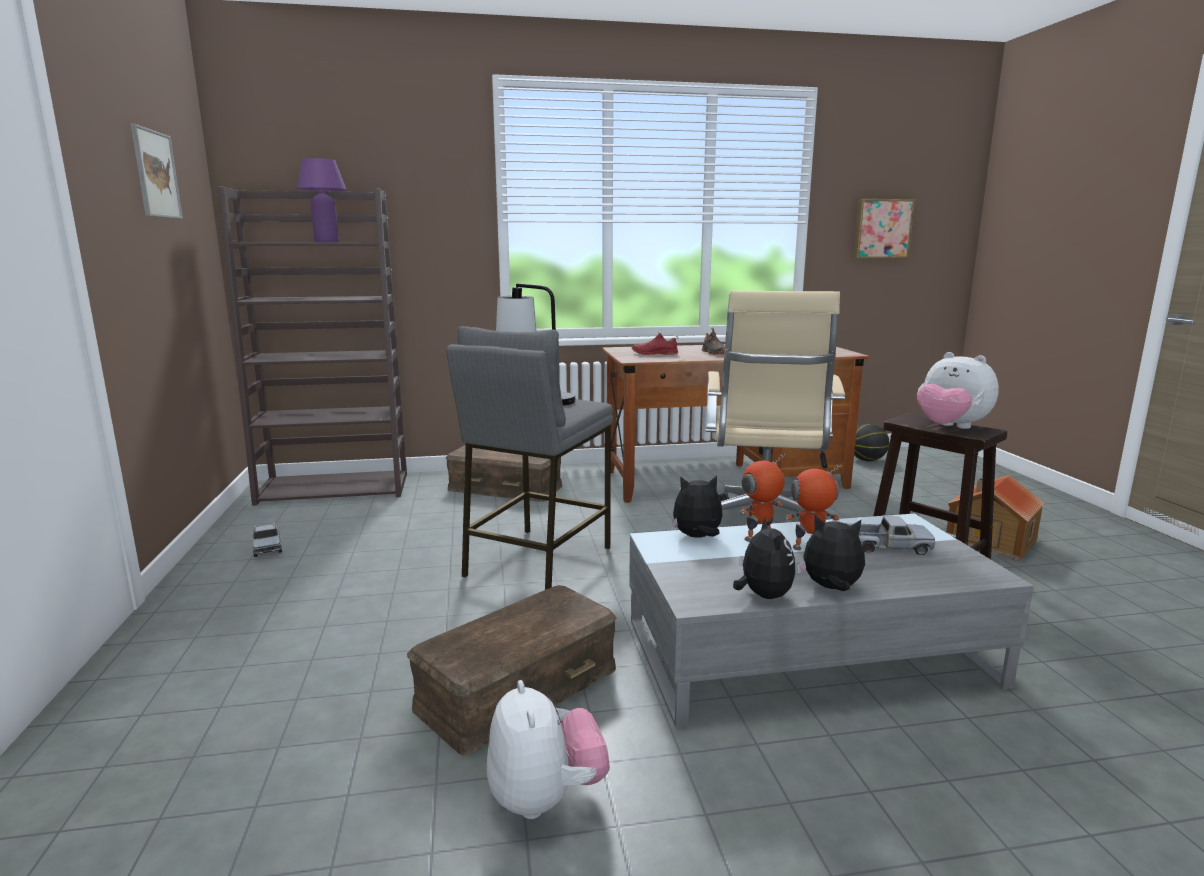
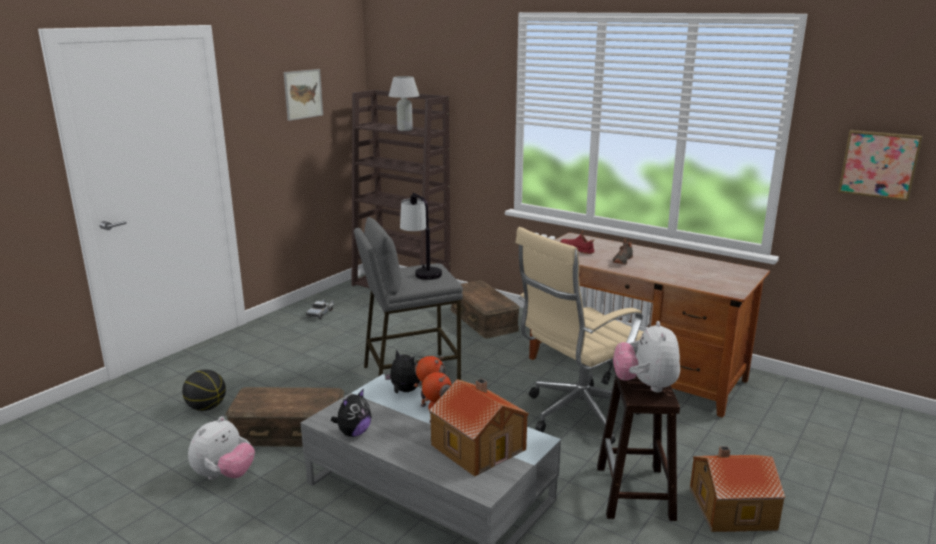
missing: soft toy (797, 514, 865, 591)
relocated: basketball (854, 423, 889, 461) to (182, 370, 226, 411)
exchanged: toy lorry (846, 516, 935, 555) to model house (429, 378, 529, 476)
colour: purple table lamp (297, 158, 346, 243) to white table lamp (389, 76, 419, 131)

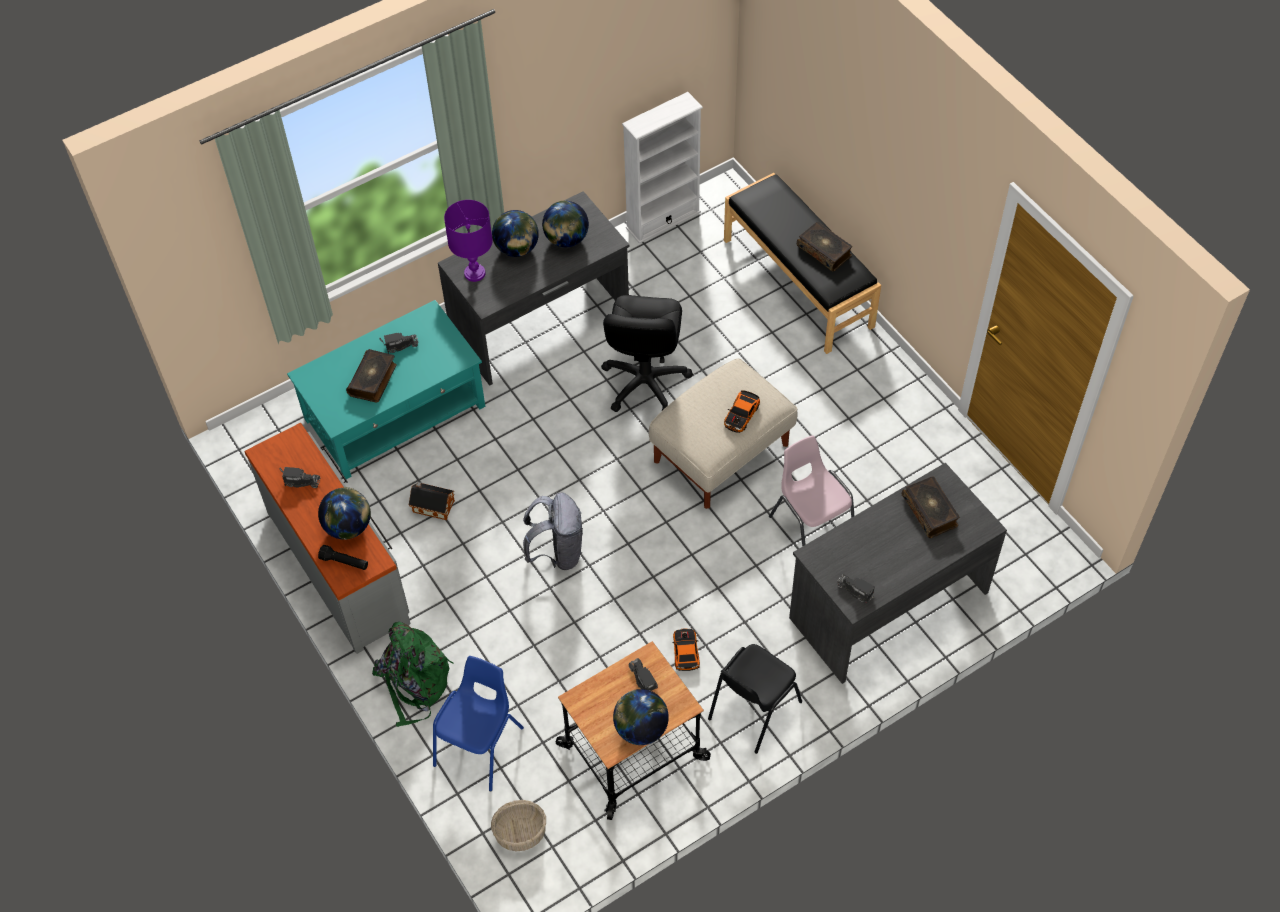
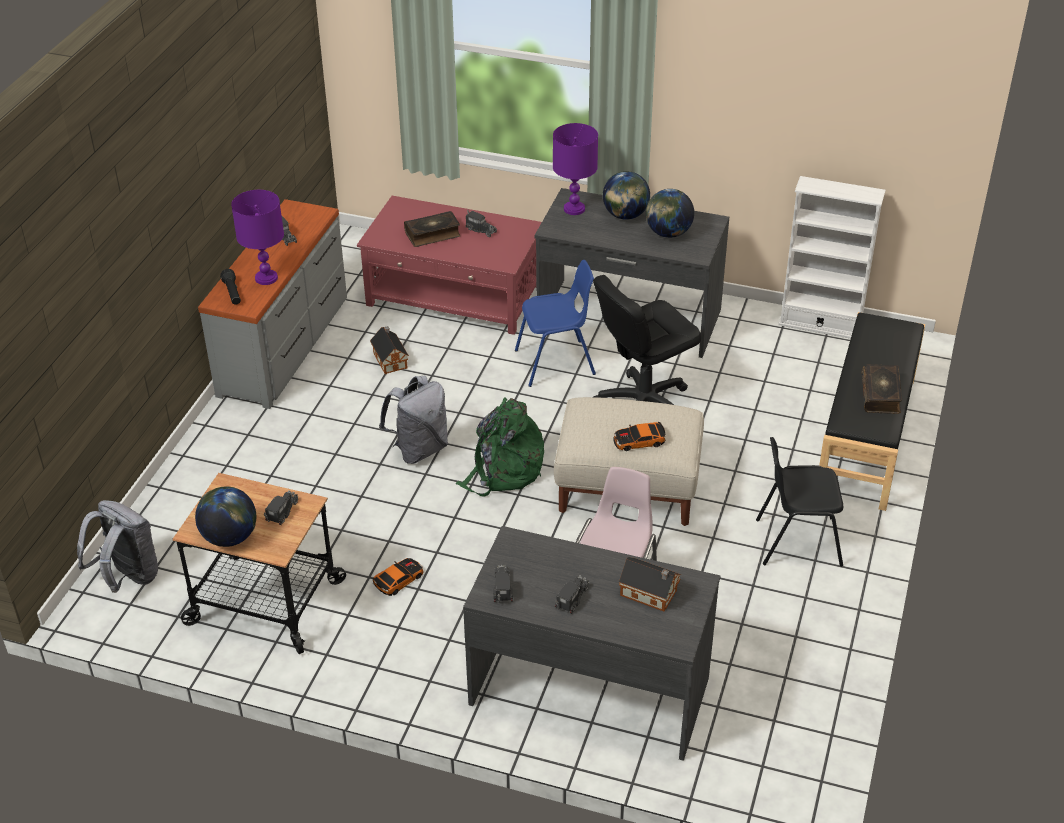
appeared: toy lorry (555, 575, 589, 614)
relocated: green-coloured backpack (372, 622, 454, 727) to (456, 397, 544, 497); blue-coloured upright chair (433, 656, 524, 792) to (515, 260, 596, 387); black upright chair (708, 644, 802, 754) to (756, 437, 843, 567)
exchanged: storage basket (491, 800, 546, 851) to greyish backpack (77, 500, 158, 593); desk globe (318, 487, 371, 540) to purple table lamp (231, 190, 284, 285); book (902, 476, 959, 538) to model house (619, 557, 681, 612)
colour: blue-green lounge table (287, 300, 485, 479) to reddish lounge table (357, 196, 542, 335)

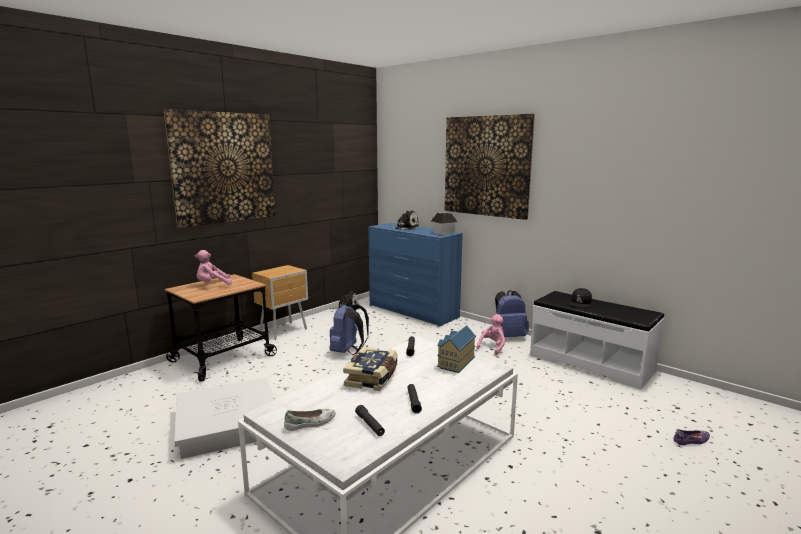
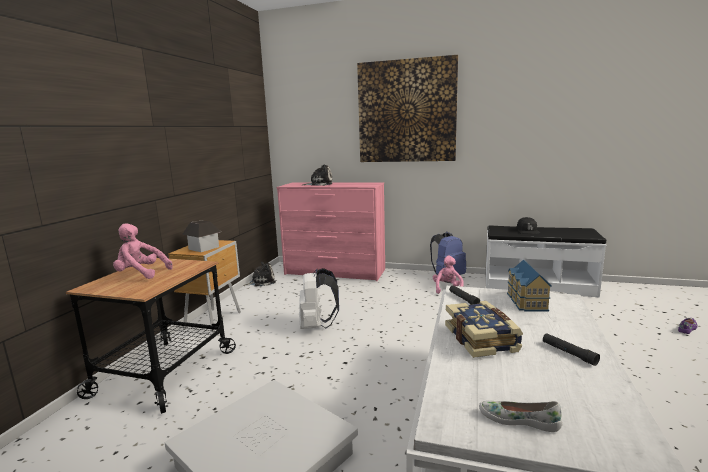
missing: wall art (164, 109, 276, 228); black flashlight (355, 405, 385, 436)
relocated: model house (431, 213, 458, 235) to (182, 221, 221, 252)
colour: blue-coloured chest of drawers (368, 223, 463, 327) to pink chest of drawers (277, 182, 385, 281); blue-coloured backpack (329, 304, 369, 355) to white backpack (299, 268, 339, 329)
spun: pink soft toy (195, 250, 232, 285) = (113, 224, 173, 279) 60 degrees clockwise; white item of footwear (284, 409, 336, 431) = (479, 401, 562, 432) 105 degrees counterclockwise

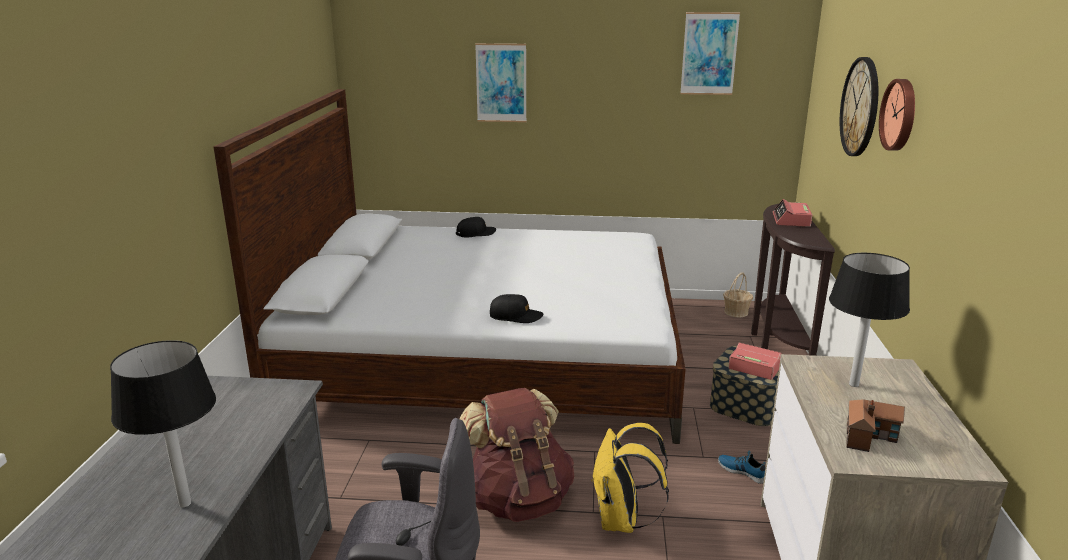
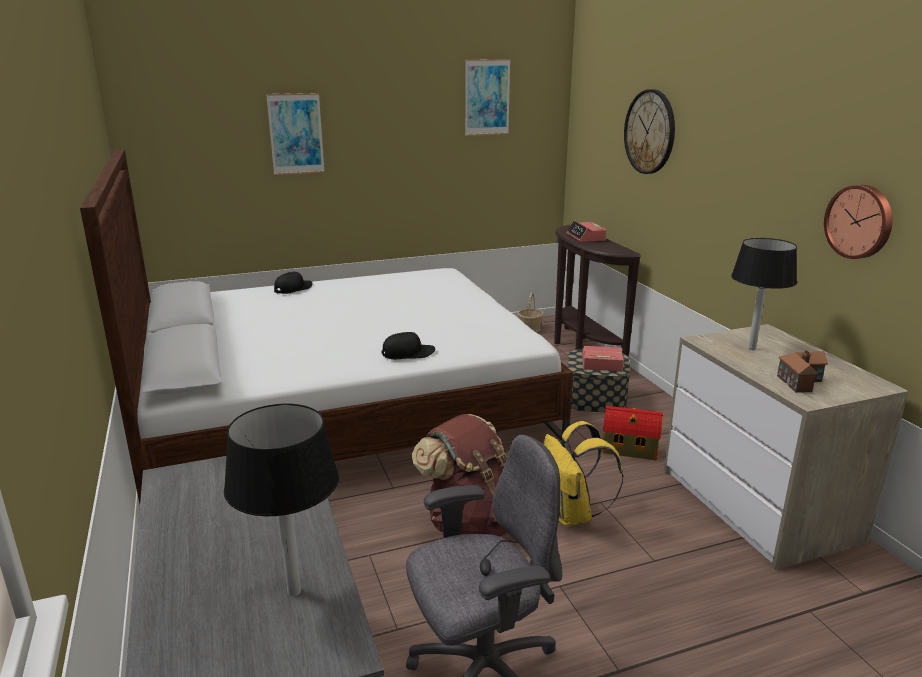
relocated: clock on the wall (879, 79, 915, 151) to (824, 185, 893, 259)
exchanged: item of footwear (718, 451, 766, 484) to model house (602, 406, 663, 460)

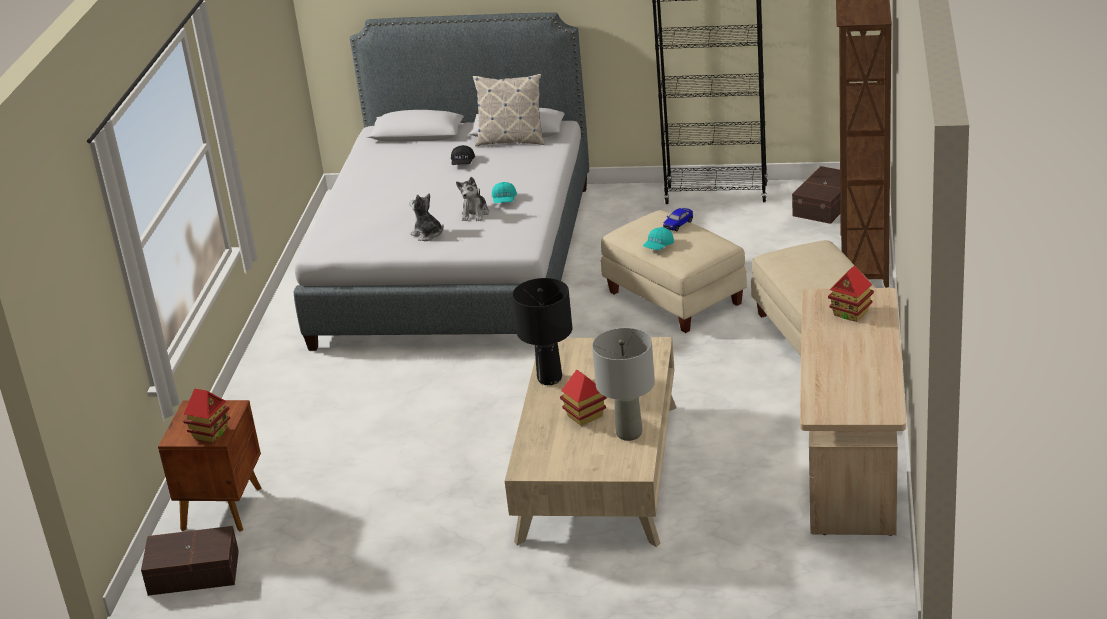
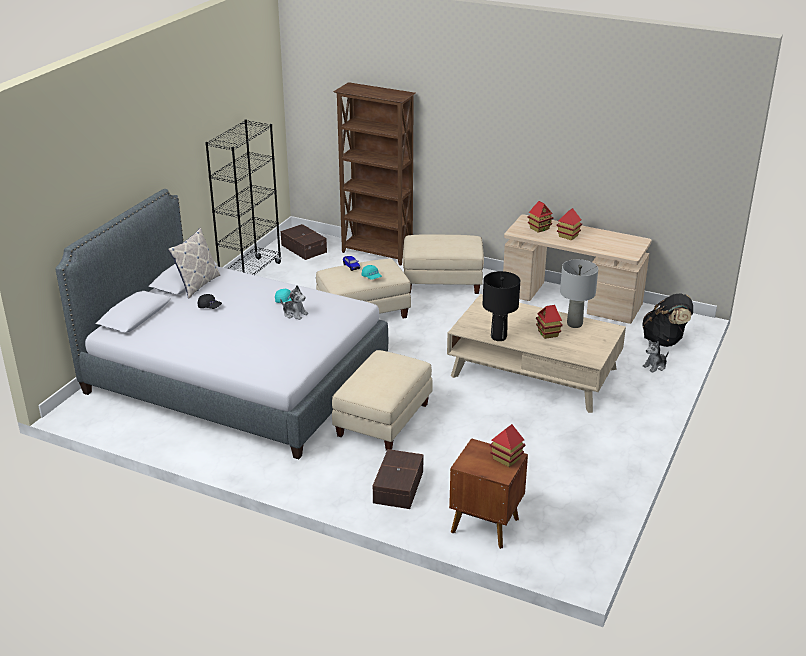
appeared: beige-coloured footrest (332, 350, 433, 451); model house (556, 208, 582, 241); black backpack (642, 294, 693, 347)
relocated: brown storage container (141, 526, 239, 596) to (373, 449, 423, 509); soft toy (409, 193, 444, 241) to (643, 340, 669, 373)

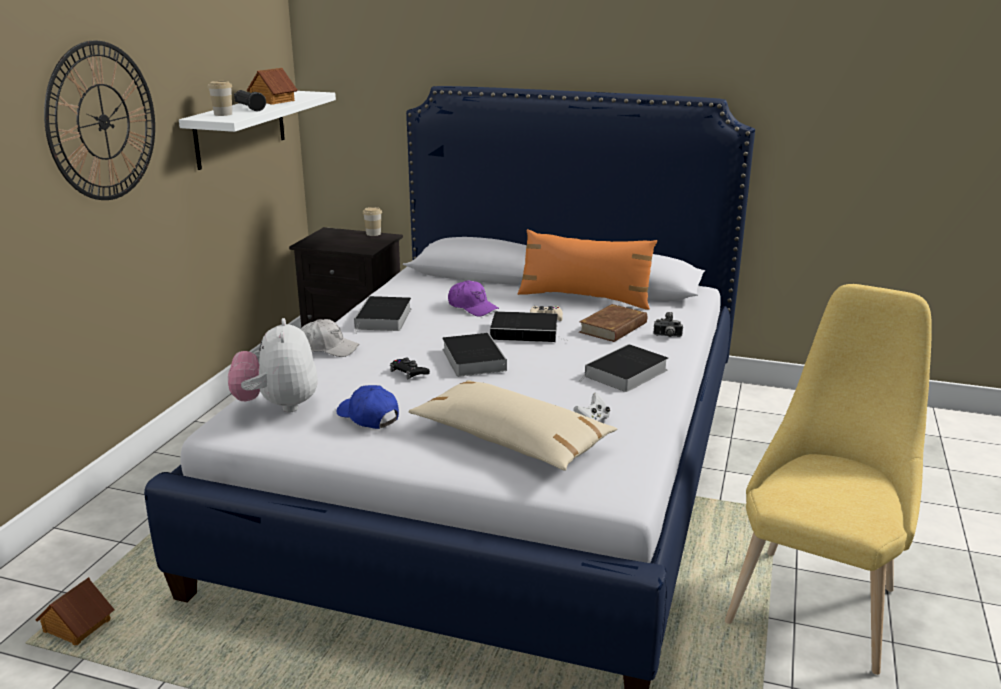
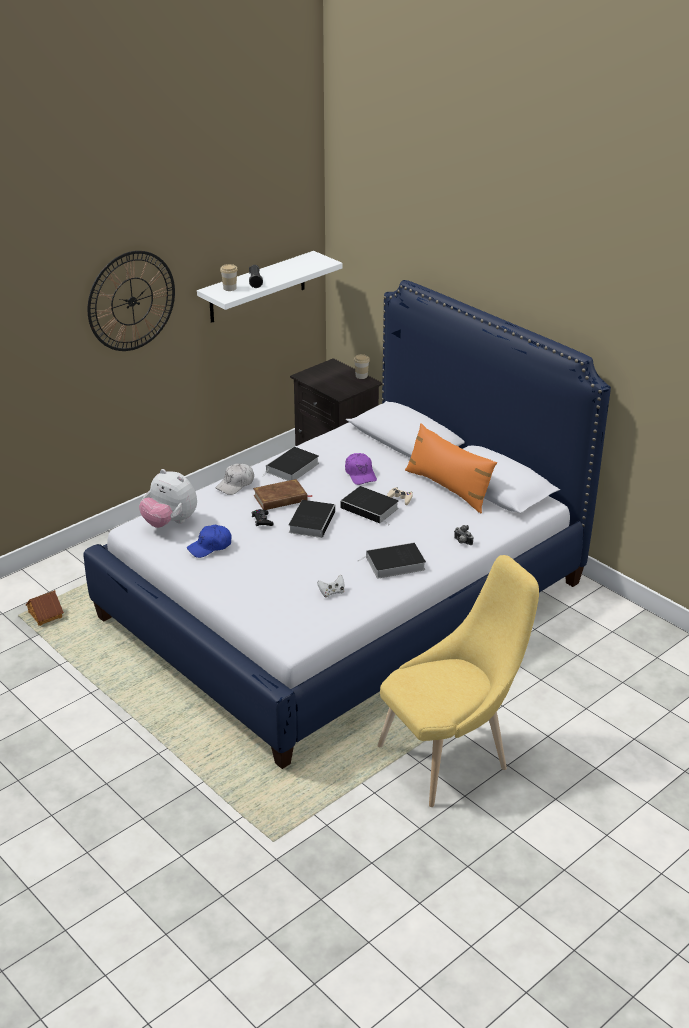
missing: model house (247, 68, 298, 105); beige-coloured pillow (409, 380, 617, 471)
relocated: brown book (579, 304, 647, 342) to (253, 479, 313, 510)
spun: soft toy (228, 318, 318, 413) = (139, 469, 197, 528) 75 degrees counterclockwise; blue-coloured baseball cap (336, 385, 399, 429) = (187, 525, 232, 558) 105 degrees counterclockwise; white baseball cap (301, 319, 359, 357) = (216, 463, 254, 495) 90 degrees clockwise

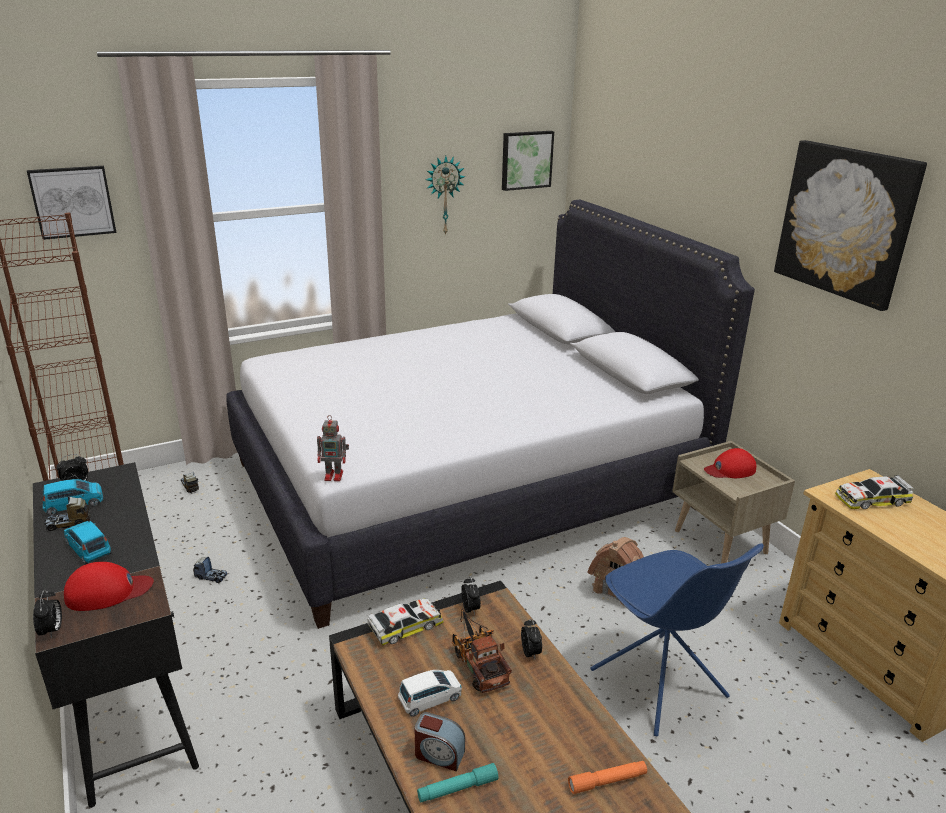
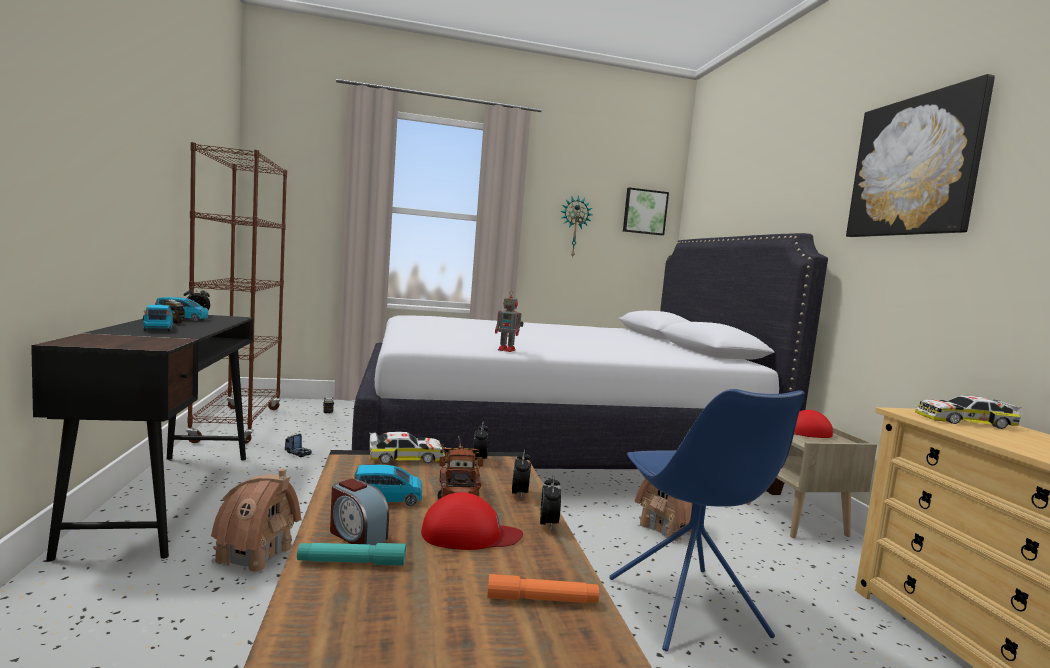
missing: wall art (27, 166, 117, 240)
appeared: model house (211, 468, 301, 573)
relocated: reddish baseball cap (64, 562, 153, 611) to (421, 492, 523, 550); robot figure (317, 417, 349, 481) to (495, 291, 523, 352); table clock (33, 590, 62, 639) to (540, 474, 561, 531)
colour: white model car (398, 670, 462, 717) to blue-coloured model car (354, 465, 422, 506)

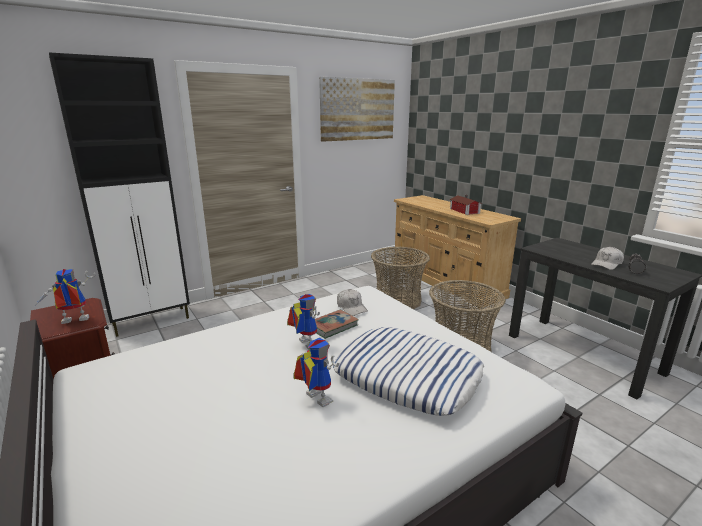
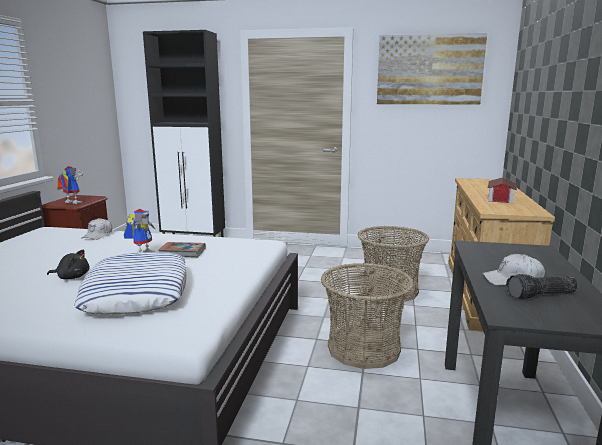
relocated: white baseball cap (337, 289, 368, 316) to (82, 218, 112, 240)
exchanged: robot figure (293, 338, 339, 407) to black soft toy (47, 249, 89, 279)

